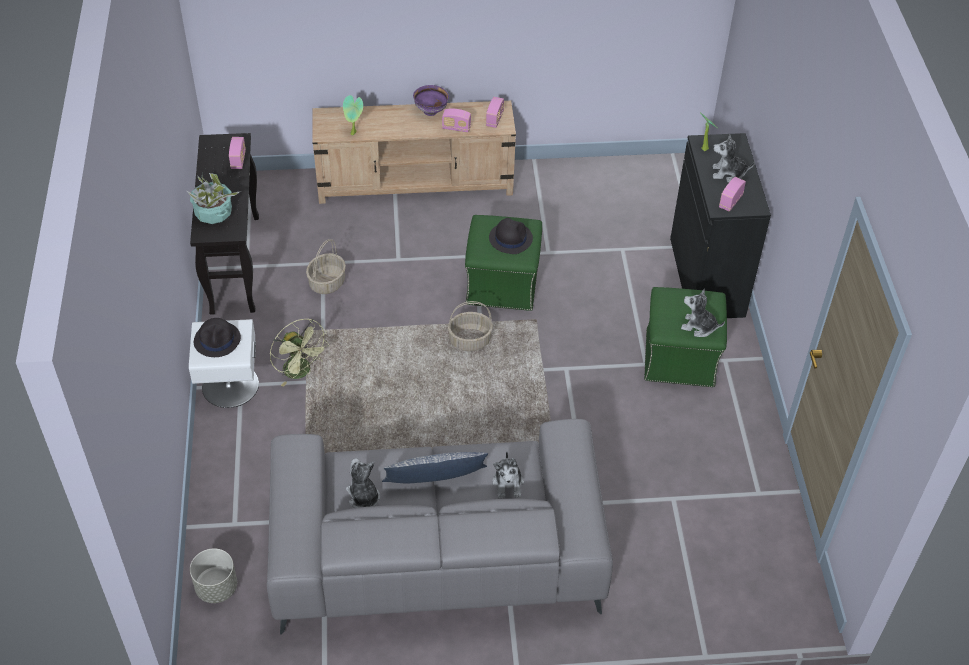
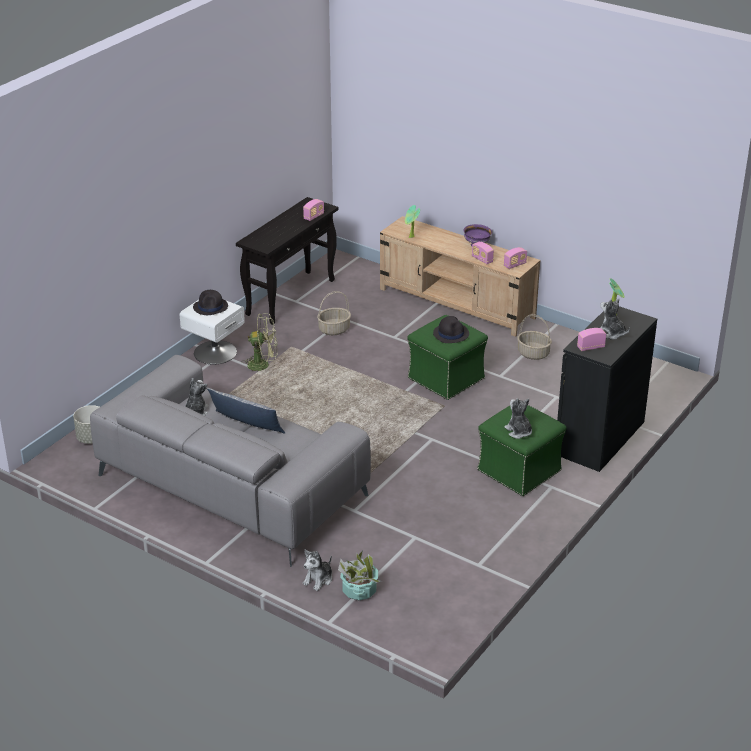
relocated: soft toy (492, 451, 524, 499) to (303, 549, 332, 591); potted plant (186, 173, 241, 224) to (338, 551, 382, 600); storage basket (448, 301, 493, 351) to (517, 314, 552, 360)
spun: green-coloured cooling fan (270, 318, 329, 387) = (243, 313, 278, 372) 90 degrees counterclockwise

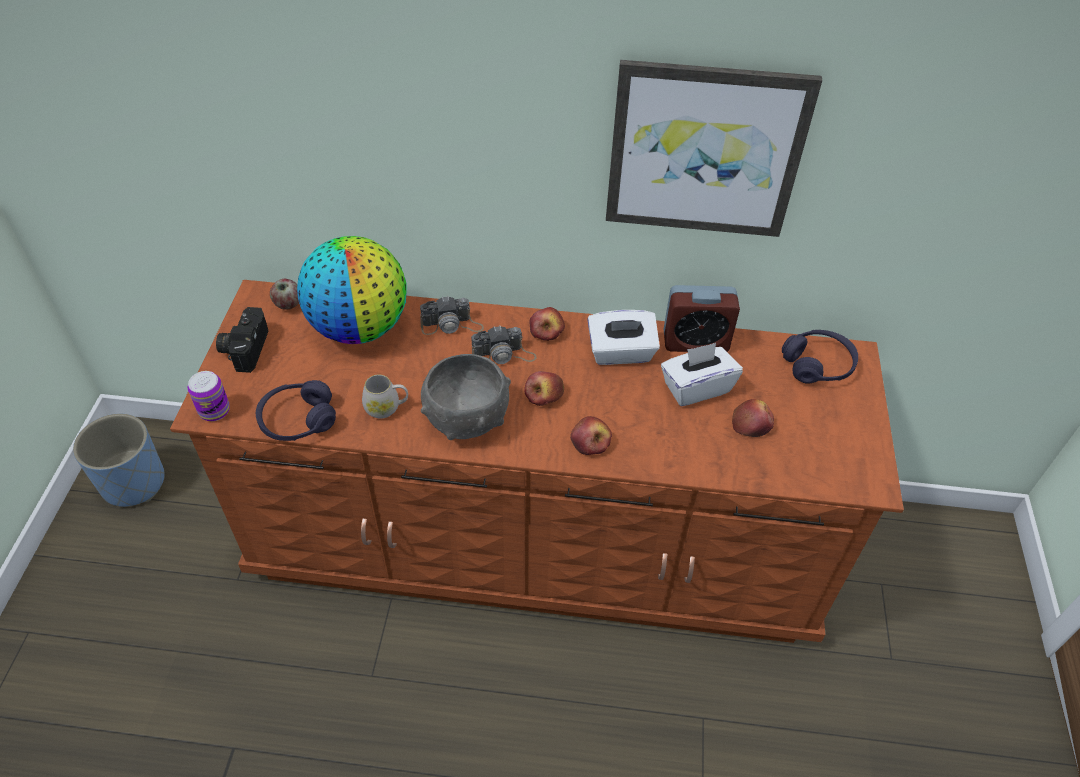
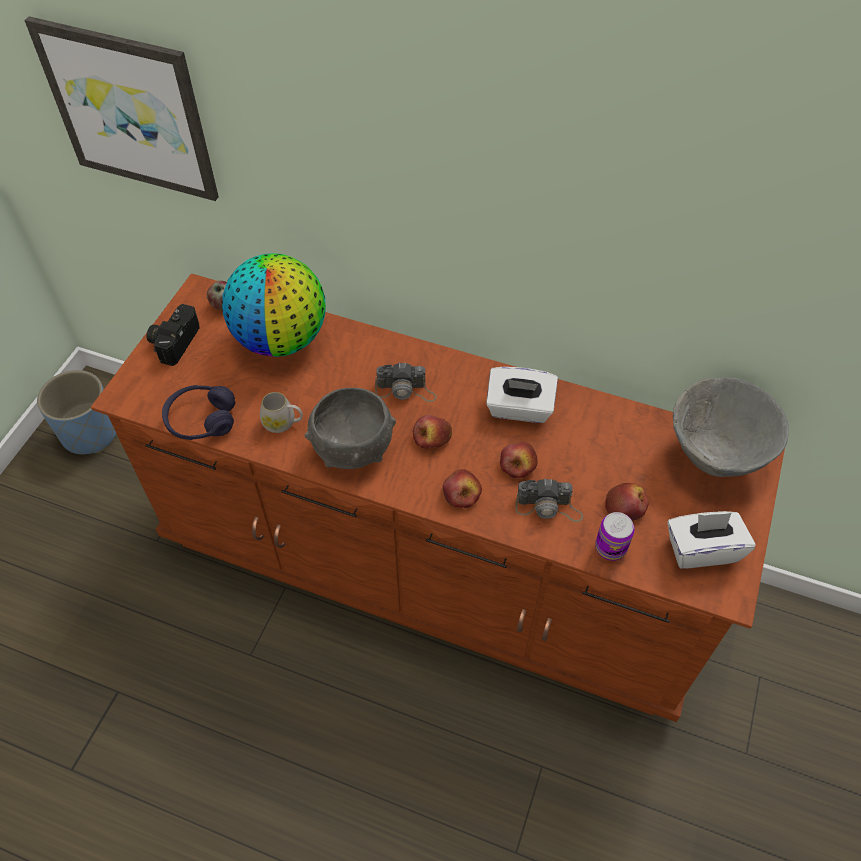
missing: table clock (664, 285, 740, 352)
relocated: wall art (606, 60, 822, 237) to (24, 16, 219, 201); apple fruit (529, 307, 565, 341) to (500, 442, 538, 478); photo camera (420, 296, 484, 335) to (515, 479, 583, 522); can (188, 371, 230, 421) to (595, 512, 635, 561); white tissue holder (661, 343, 743, 406) to (667, 511, 756, 569)
exchanged: purple headset (782, 330, 858, 384) to greyish serving bowl (672, 377, 789, 477)

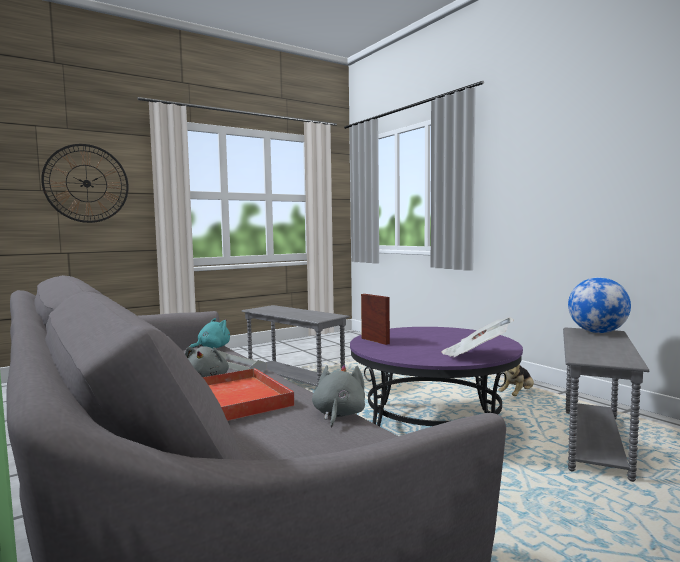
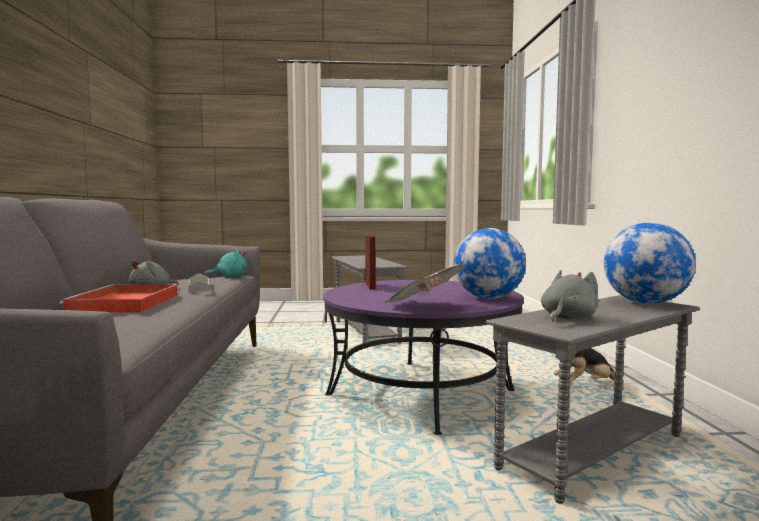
missing: clock on the wall (41, 144, 129, 223)
appeared: desk globe (454, 228, 526, 299)
relocated: greyish soft toy (312, 365, 365, 427) to (541, 270, 598, 321)

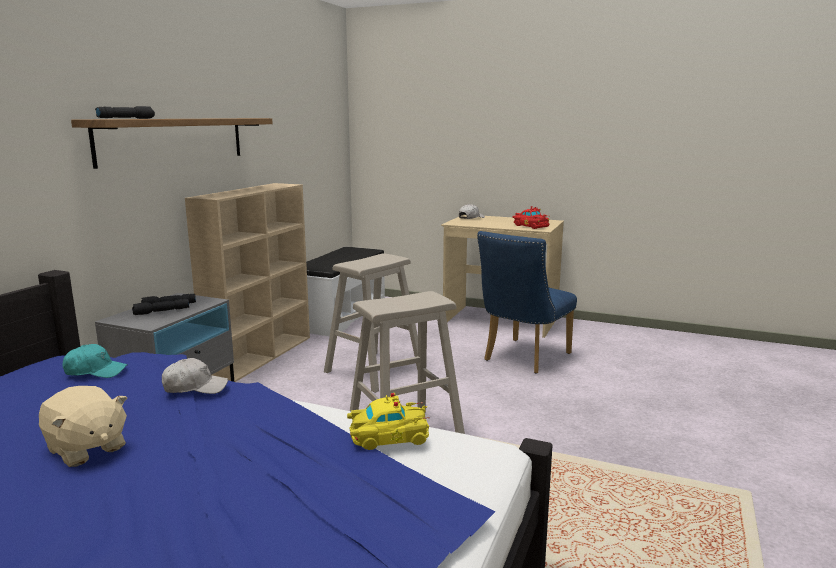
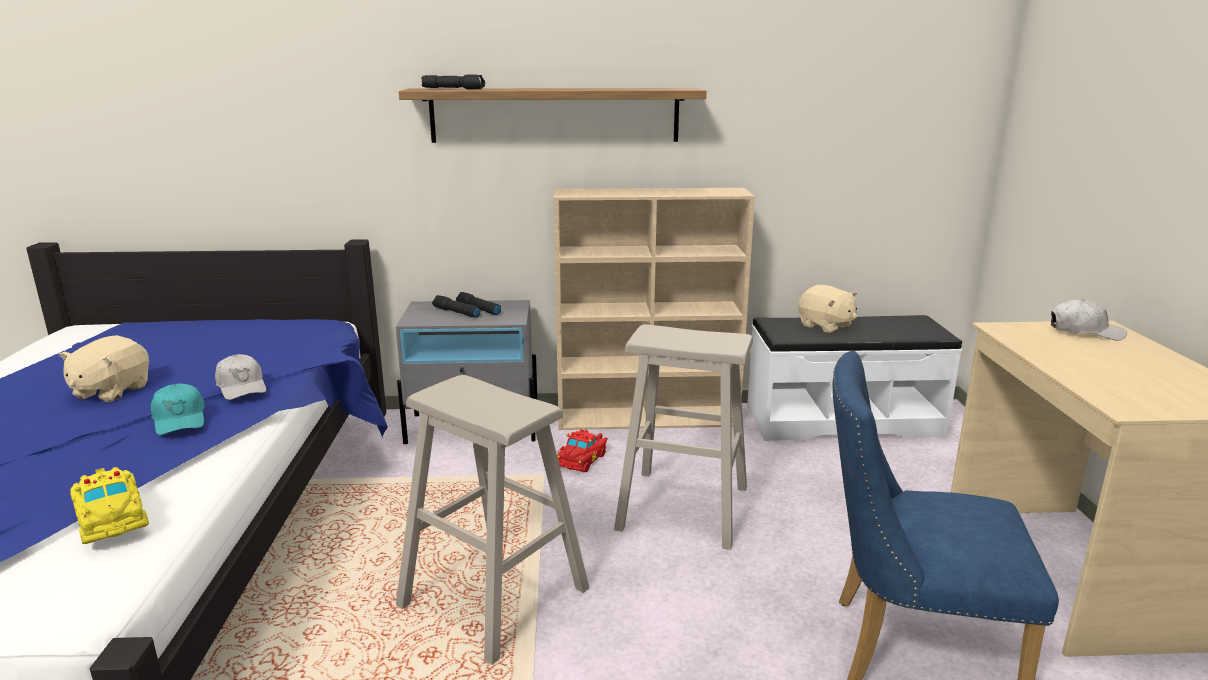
appeared: beige-coloured soft toy (798, 285, 857, 334)
relocated: blue-green baseball cap (62, 344, 128, 378) to (151, 384, 204, 435); reddish model car (512, 206, 549, 229) to (557, 430, 608, 472)

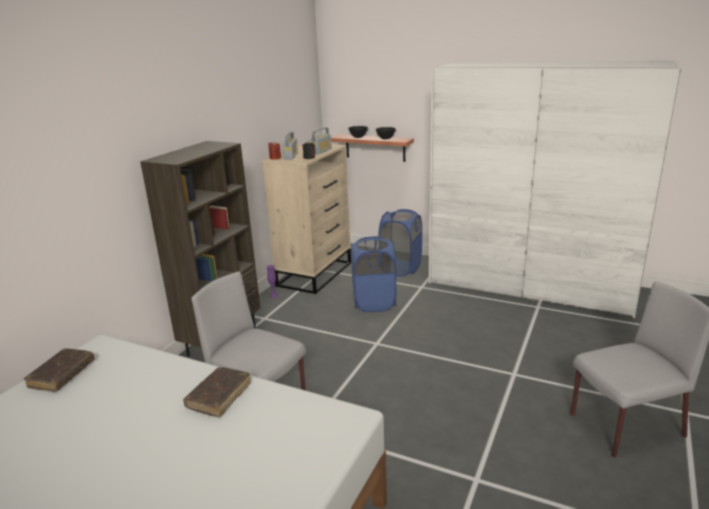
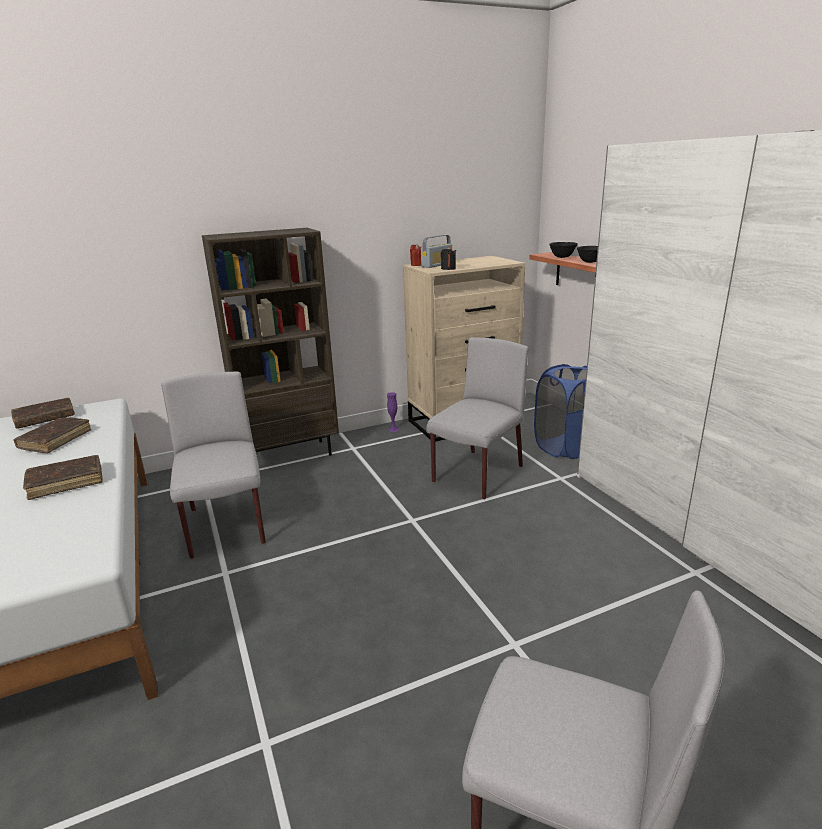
missing: radio (310, 127, 332, 154)
appeared: brown book (13, 417, 91, 453)
exchanged: blue-coloured washing basket (351, 236, 396, 312) to greyish upright chair (426, 337, 528, 500)

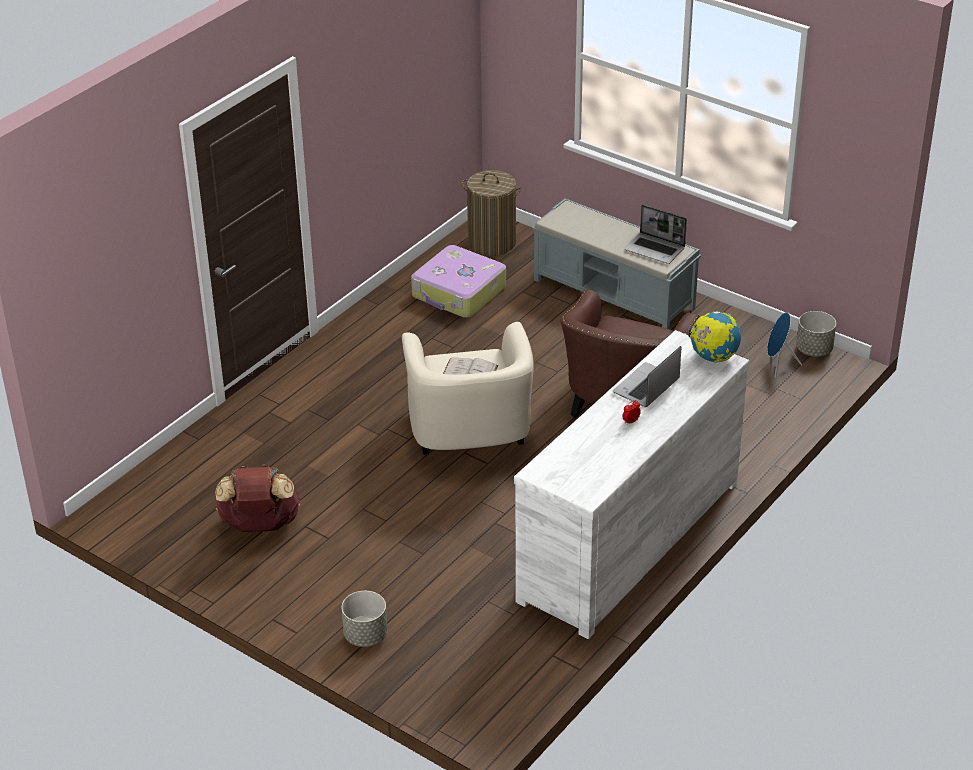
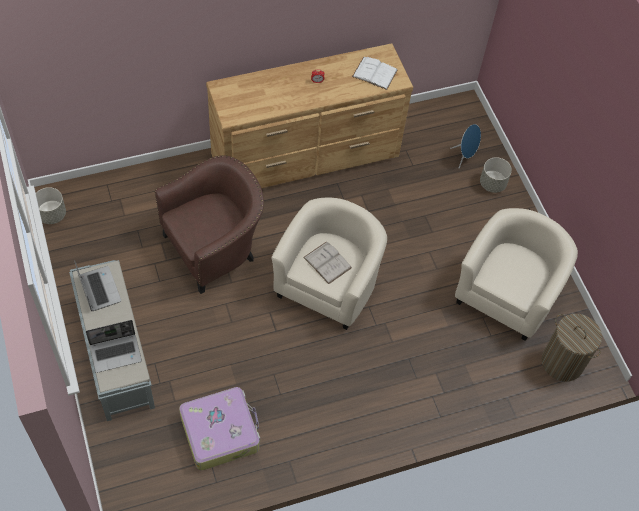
missing: desk globe (689, 311, 741, 362)
appeared: white book (352, 57, 398, 90)
relocated: notebook computer (613, 346, 681, 407) to (86, 320, 142, 373); blue-coloured audio speaker (767, 312, 802, 378) to (450, 124, 481, 168); washing basket (462, 170, 522, 256) to (542, 314, 602, 381)
exchanged: brown backpack (215, 464, 301, 532) to beige-coloured armchair (455, 208, 578, 341)
colour: white chest of drawers (514, 330, 750, 639) to brown chest of drawers (206, 43, 413, 188)

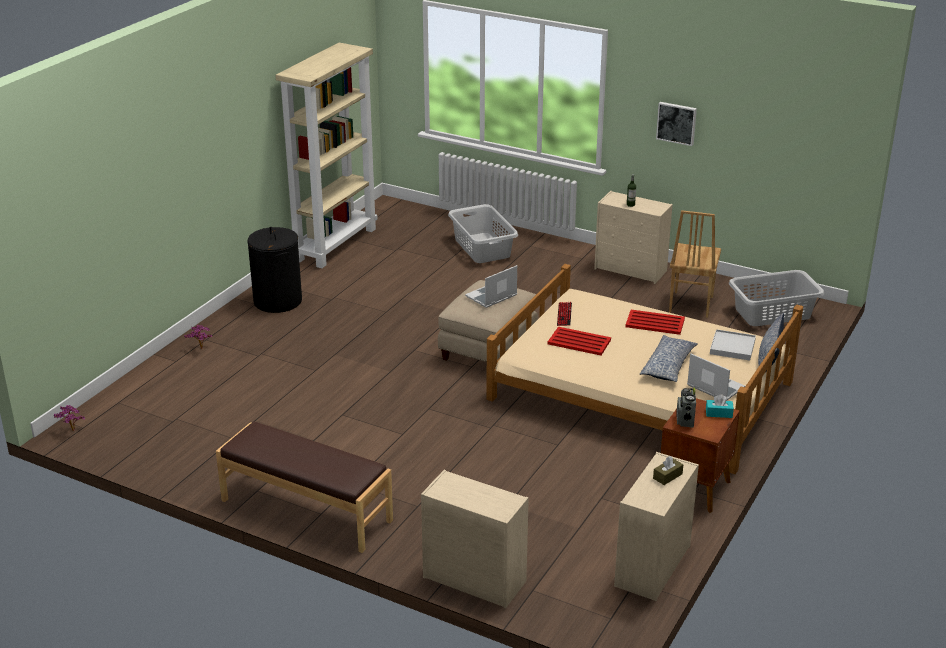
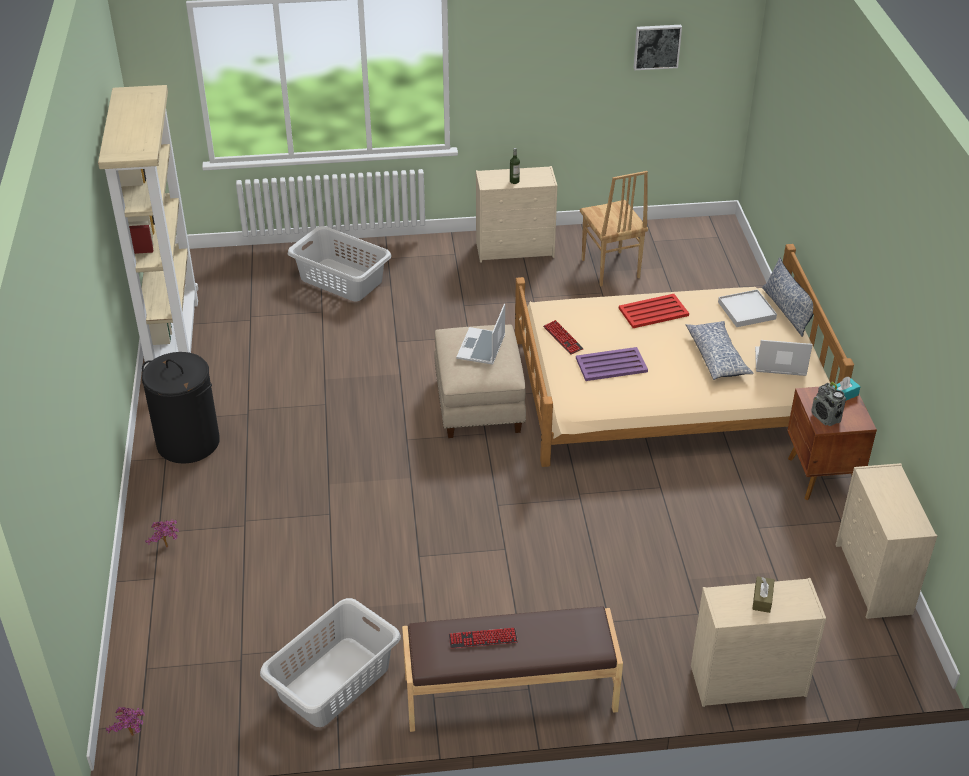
appeared: PC keyboard (449, 628, 518, 648)
relocated: greyish washing basket (729, 270, 824, 326) to (260, 598, 401, 727); wall art (656, 102, 697, 146) to (634, 25, 682, 70); brown tissue holder (653, 456, 683, 485) to (752, 576, 775, 613)
colour: reddish serving tray (548, 327, 611, 355) to purple serving tray (576, 347, 648, 381)

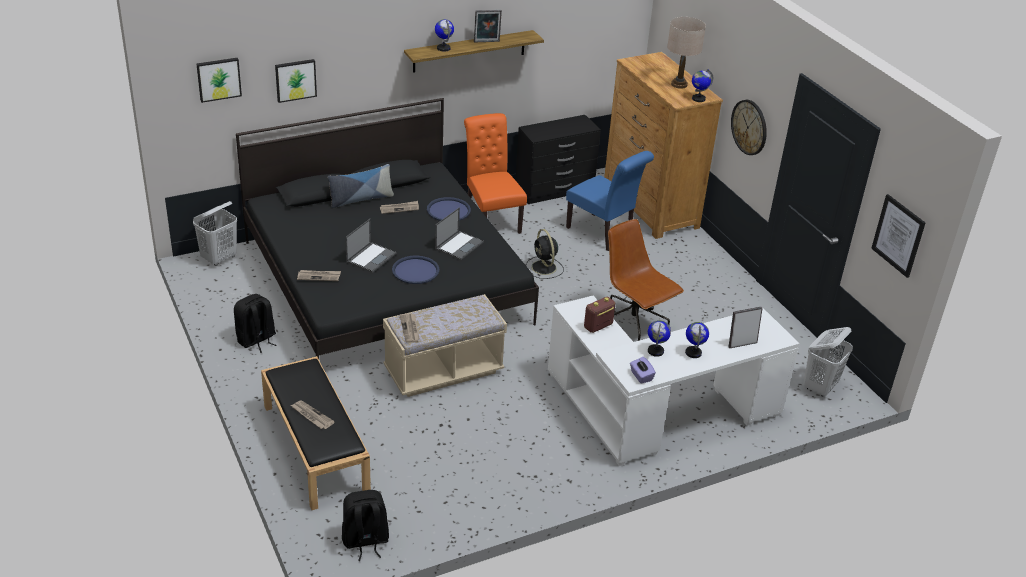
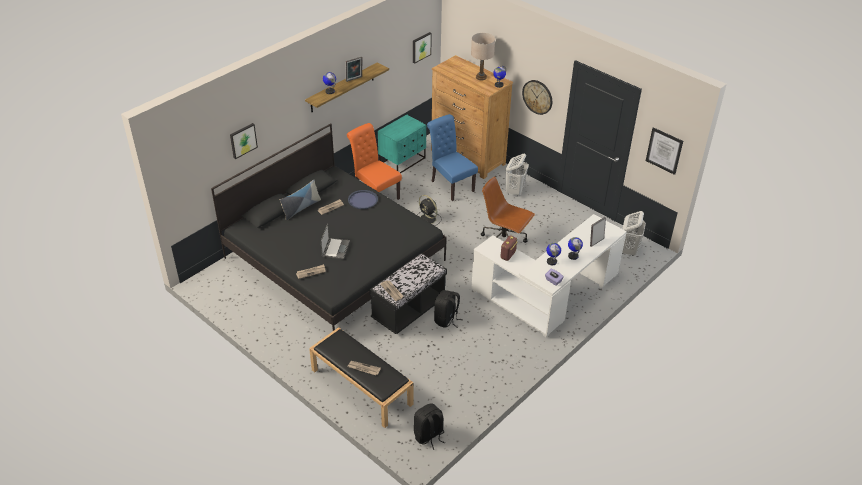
missing: blue-coloured serving tray (392, 256, 439, 284); notebook computer (435, 207, 484, 260)
relocated: wall art (196, 58, 242, 103) to (413, 32, 432, 63); black backpack (234, 294, 277, 353) to (434, 290, 463, 328); white washing basket (193, 201, 237, 266) to (505, 154, 529, 196)
exchanged: black chest of drawers (515, 115, 601, 204) to blue-green nightstand (378, 114, 426, 173)
colour: beige-coloured long seat (383, 294, 507, 397) to black long seat (370, 253, 447, 334)
spun: blue-coloured upright chair (566, 151, 654, 251) = (427, 114, 478, 201) 150 degrees counterclockwise

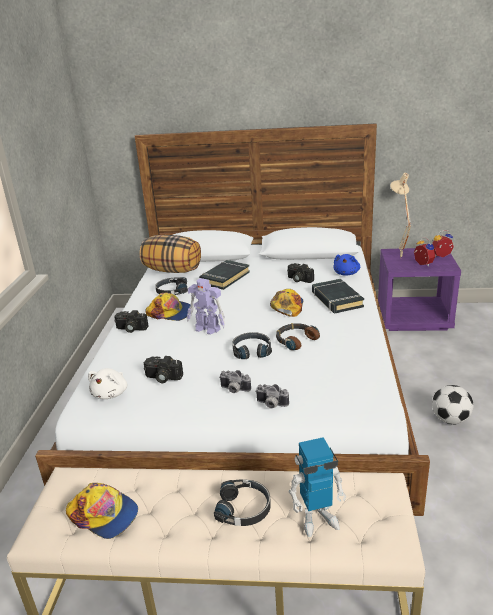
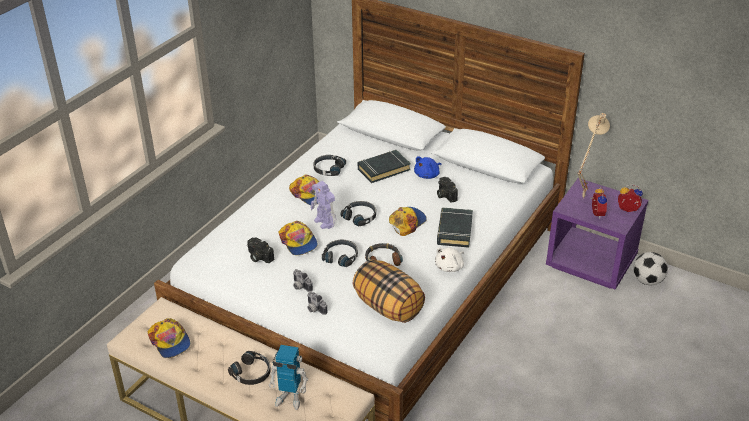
missing: photo camera (114, 310, 149, 333)
appeared: baseball cap (278, 221, 318, 255); black headset (340, 201, 376, 226)
relocated: pillow (140, 235, 201, 273) to (352, 259, 425, 323); blue-coloured soft toy (334, 254, 360, 276) to (414, 156, 442, 179); white soft toy (88, 368, 127, 399) to (435, 247, 464, 272); football ball (432, 385, 474, 424) to (633, 252, 668, 285)

